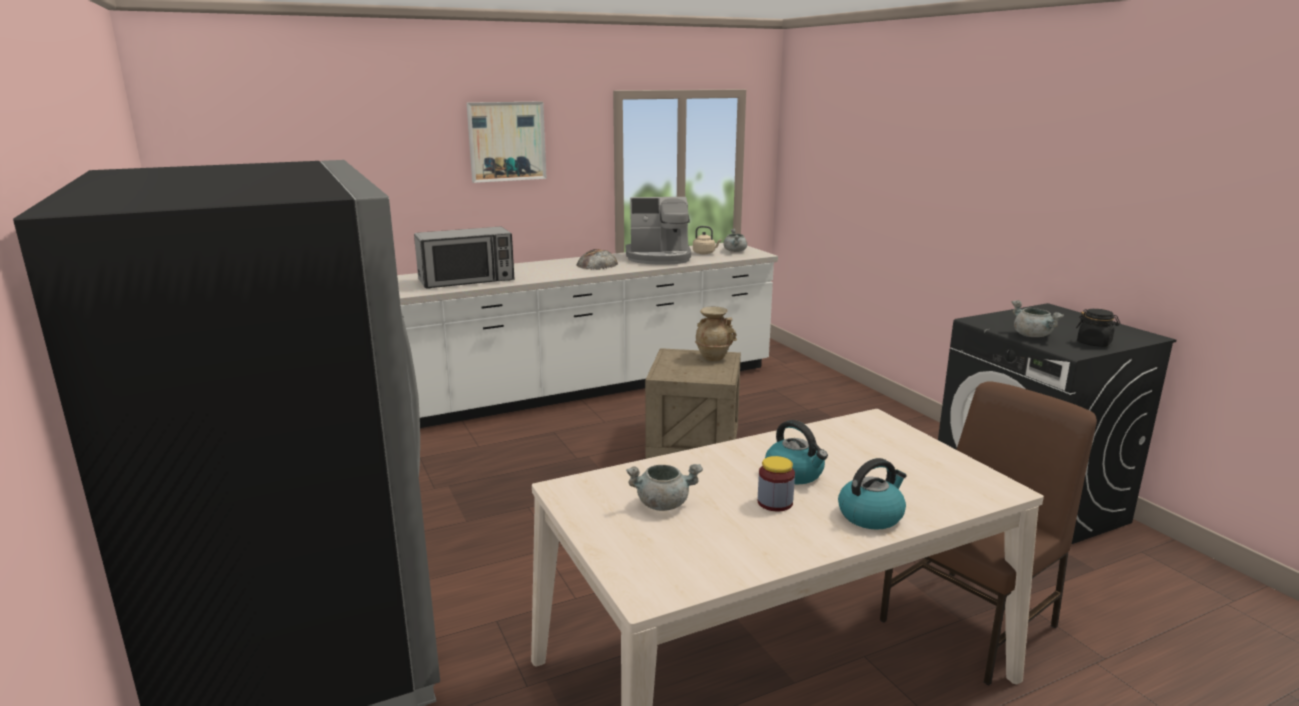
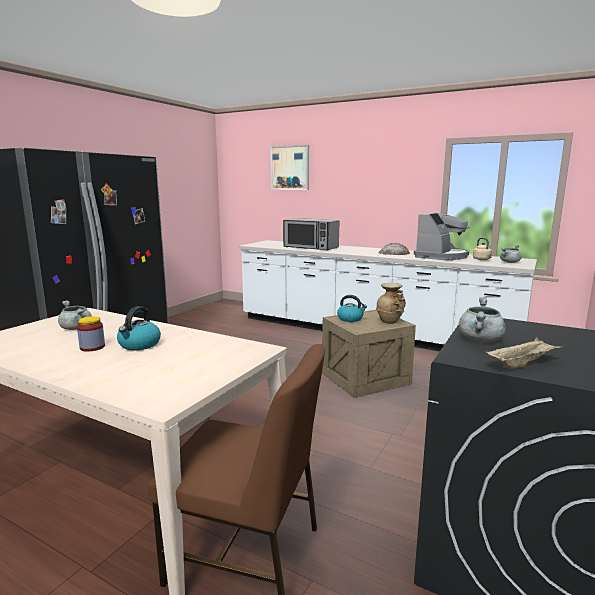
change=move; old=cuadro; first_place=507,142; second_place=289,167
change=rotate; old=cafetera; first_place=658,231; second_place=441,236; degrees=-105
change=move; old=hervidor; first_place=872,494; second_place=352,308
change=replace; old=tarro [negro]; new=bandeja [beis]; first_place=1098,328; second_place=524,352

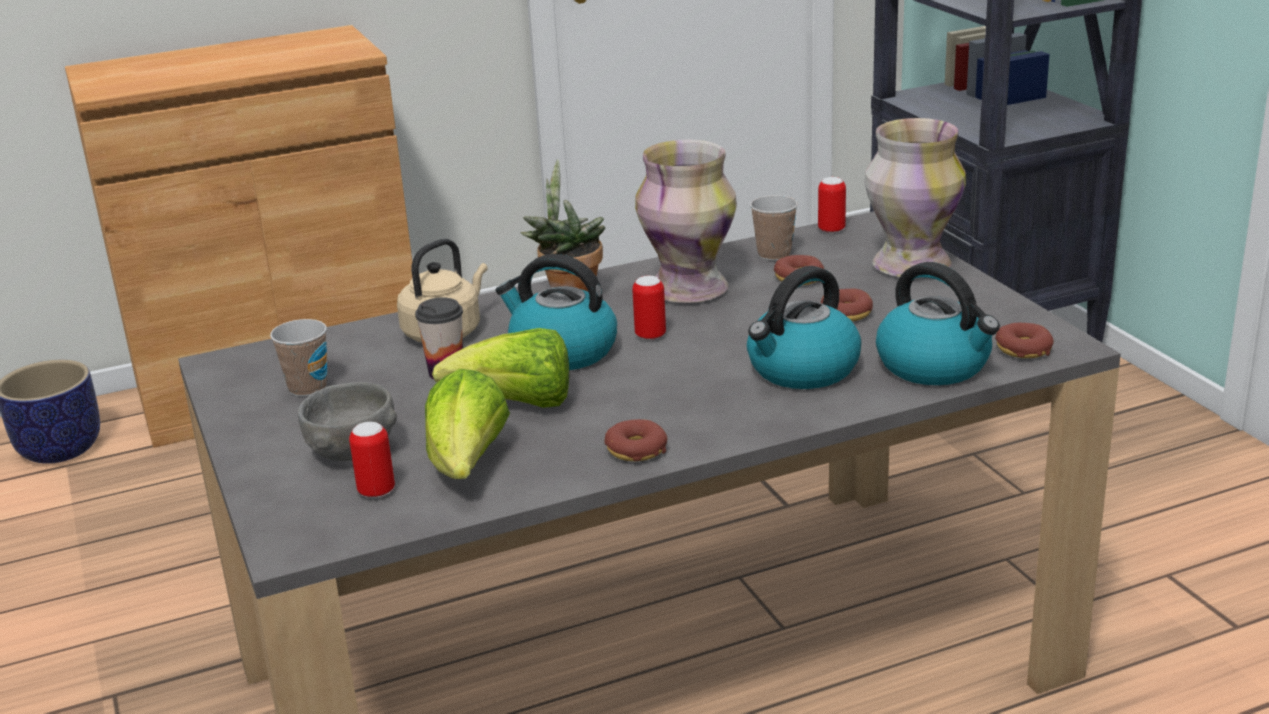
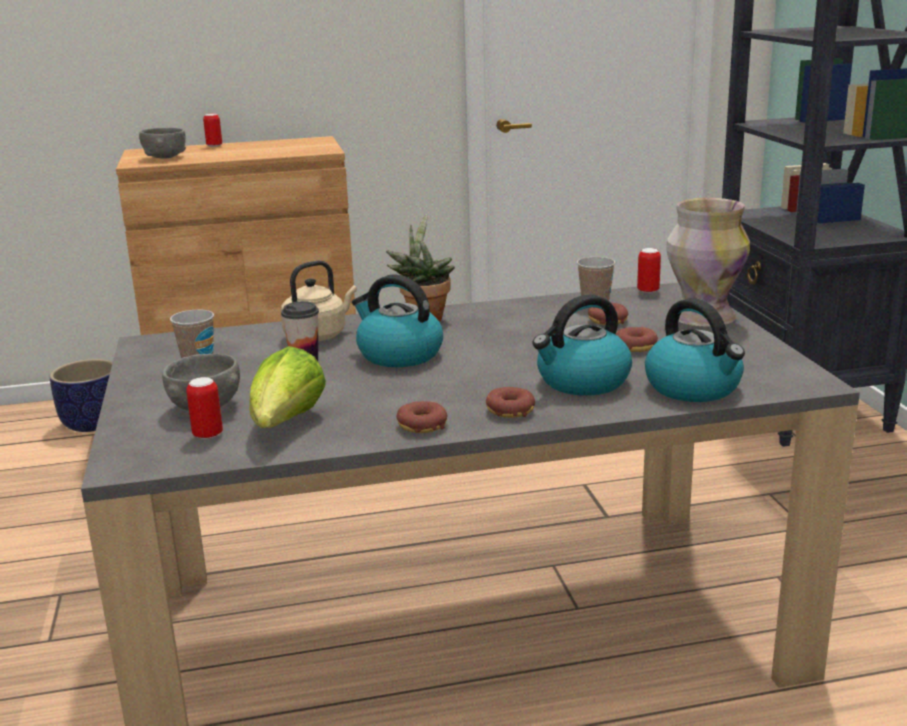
change=delete; old=lechuga; first_place=500,368
change=move; old=lata; first_place=649,308; second_place=212,130
change=delete; old=florero; first_place=686,221
change=move; old=rosquilla; first_place=1024,340; second_place=510,402
change=insert; new=cuenco [gris]; second_place=162,143

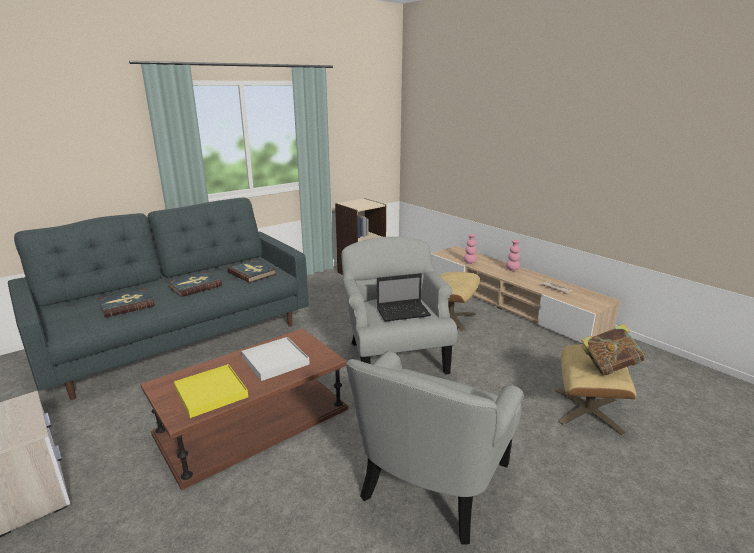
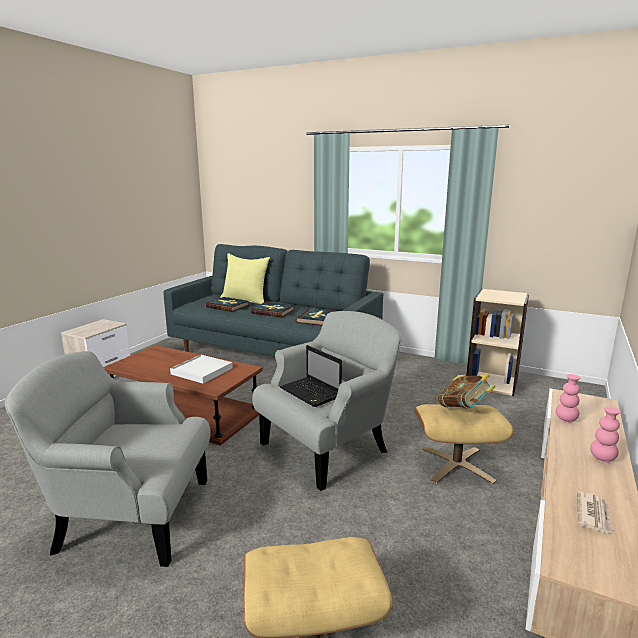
change=delete; old=bandeja [amarillo]; first_place=211,391
change=move; old=libro; first_place=613,349; second_place=466,391
change=insert; new=cojín [amarillo]; second_place=245,278

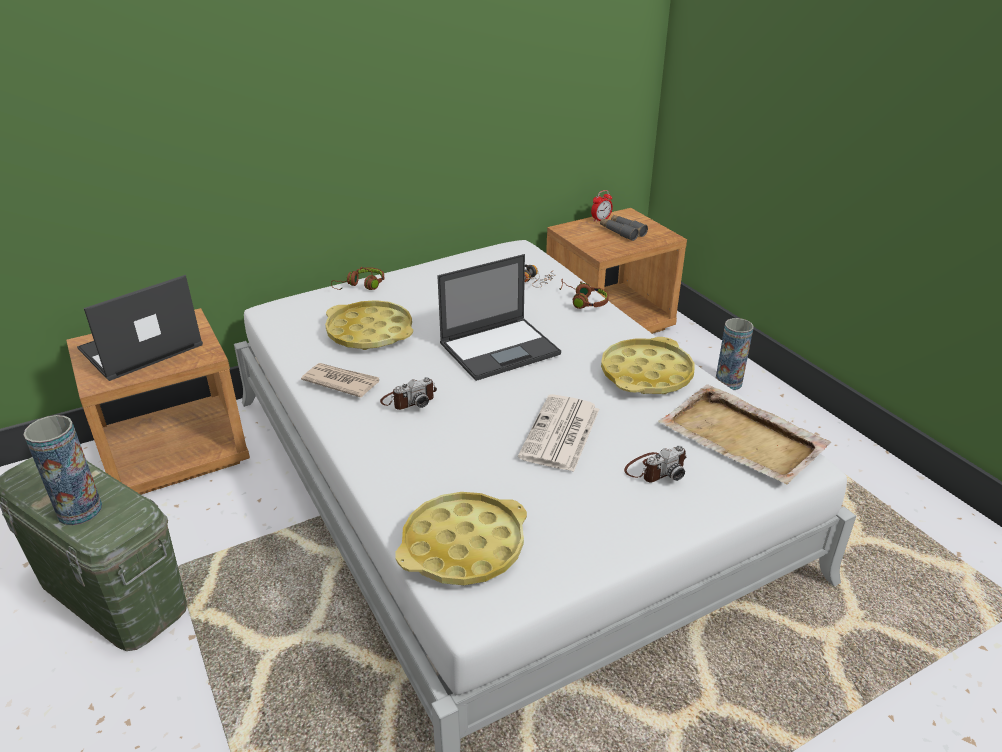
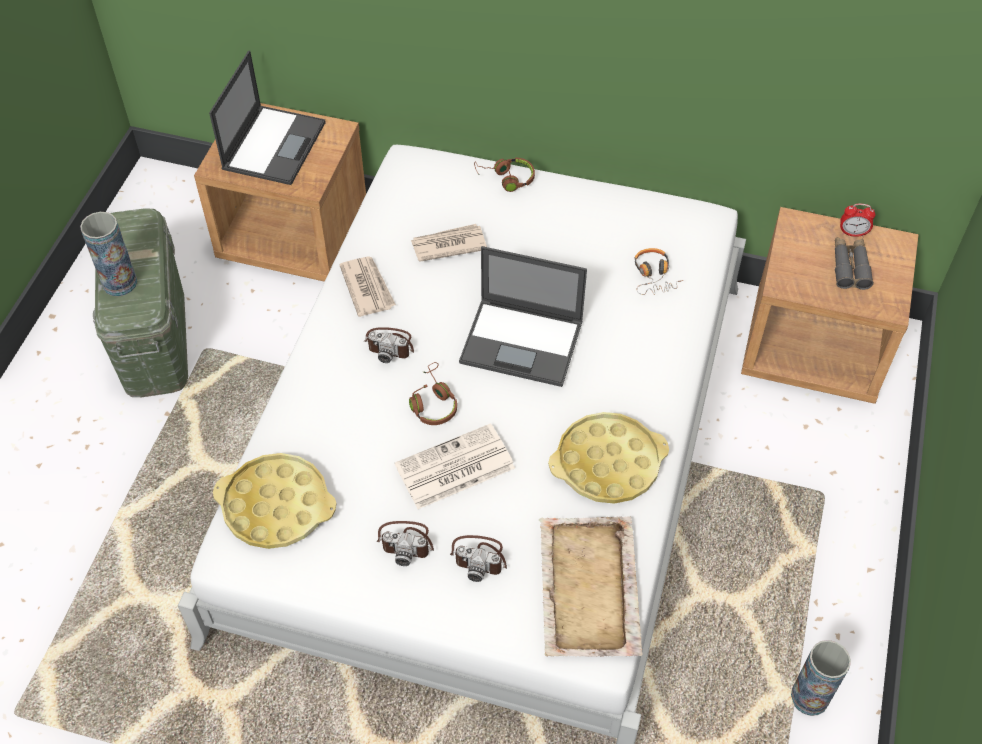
change=rotate; old=portátil; first_place=140,328; second_place=267,117; degrees=105
change=replace; old=bandeja [amarillo]; new=periódico; first_place=369,325; second_place=449,243
change=move; old=auriculares [marrón]; first_place=584,294; second_place=433,393
change=move; old=florero; first_place=735,354; second_place=821,678
change=insert; new=cámara; second_place=405,543

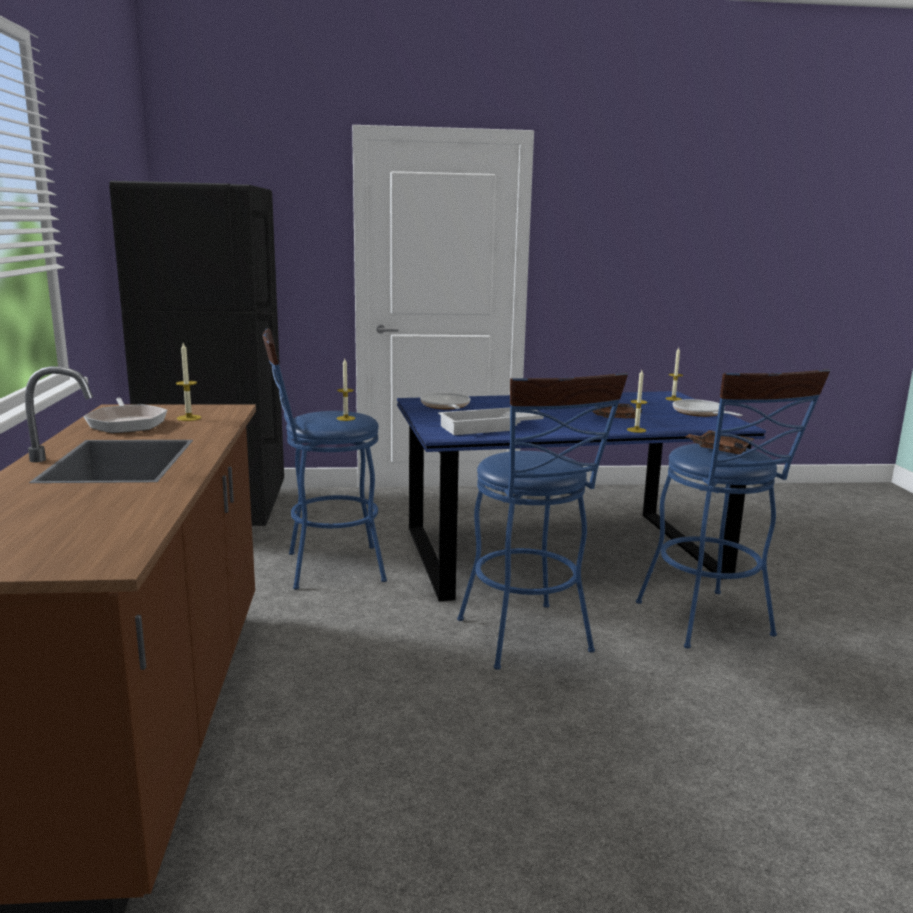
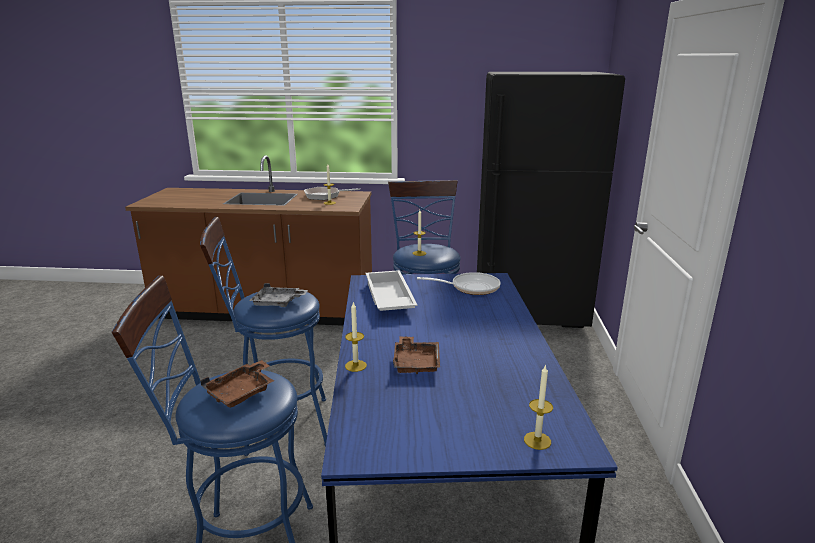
change=delete; old=sartén; first_place=707,408
change=insert; new=bandeja [gris]; second_place=278,295

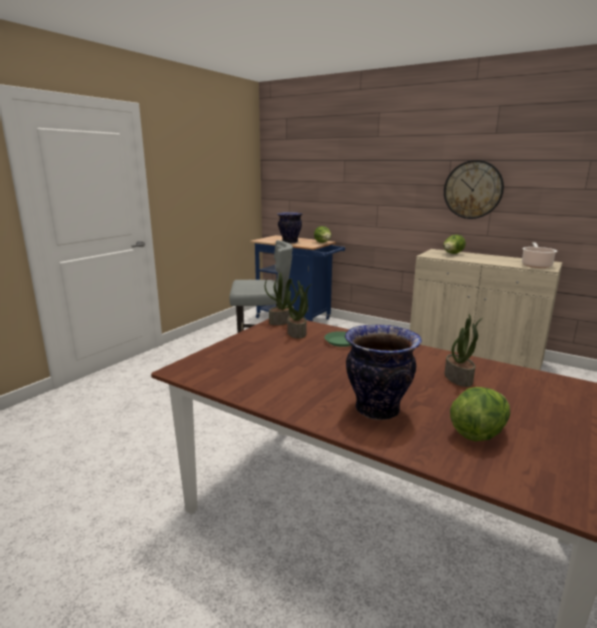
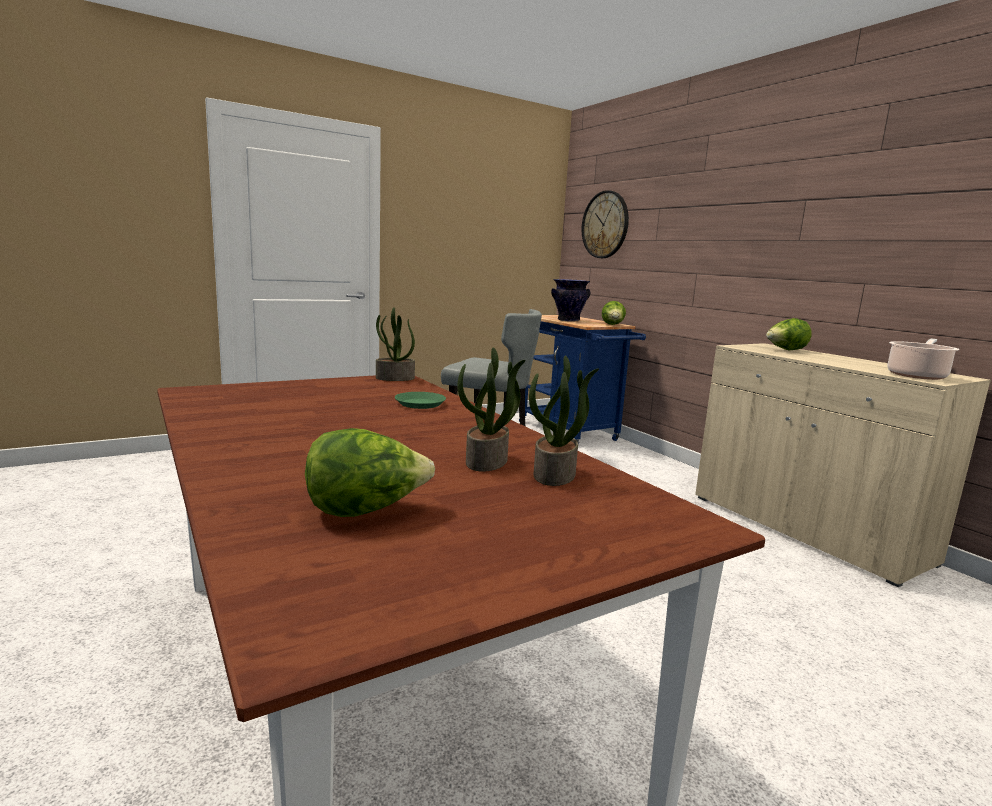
change=move; old=planta en maceta; first_place=299,310; second_place=564,421
change=delete; old=florero; first_place=383,372
change=move; old=reloj de pared; first_place=474,189; second_place=605,224

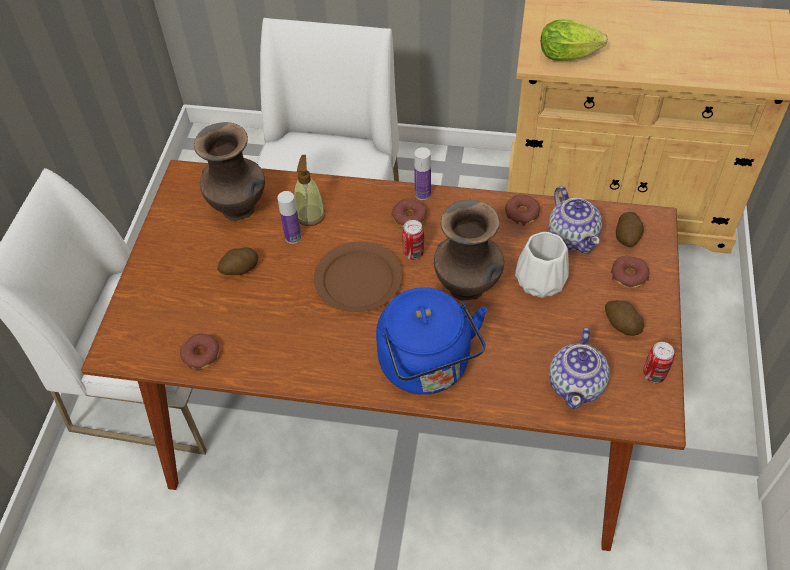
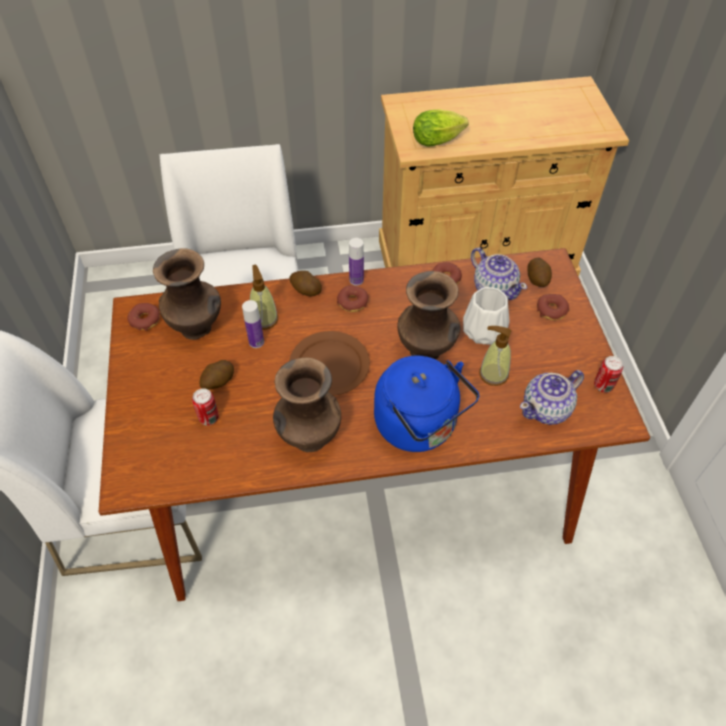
change=move; old=rosquilla; first_place=199,352; second_place=143,317
change=move; old=lata; first_place=413,240; second_place=205,407
change=rotate; old=tetera; first_place=579,368; second_place=552,397; degrees=60
change=move; old=patata; first_place=624,318; second_place=305,283
change=insert; new=florero [marrón]; second_place=307,404
change=insert; new=dispensador de jabón; second_place=495,356

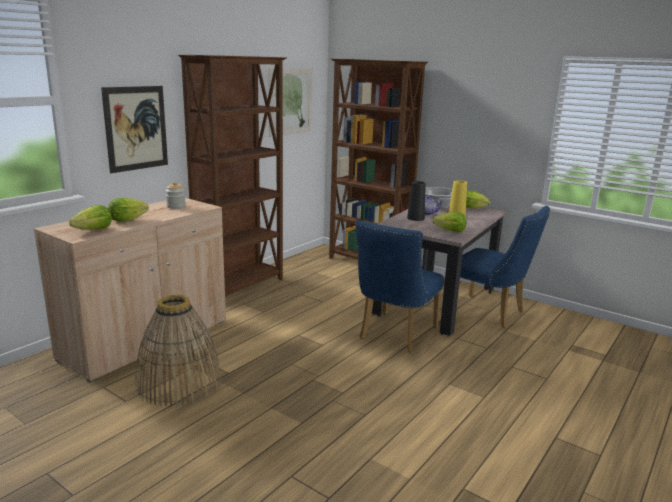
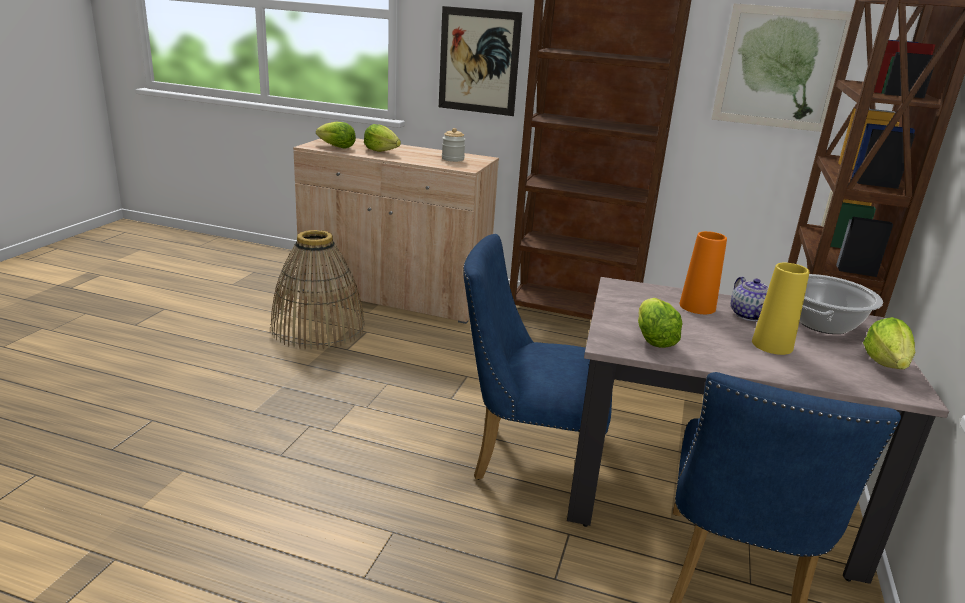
change=recolor; old=florero [negro]; new=florero [naranja]; first_place=416,201; second_place=703,272

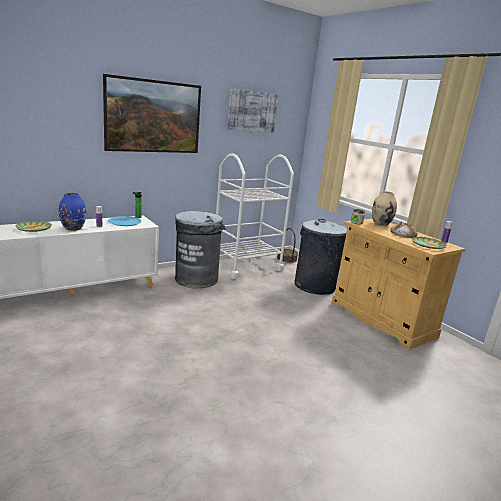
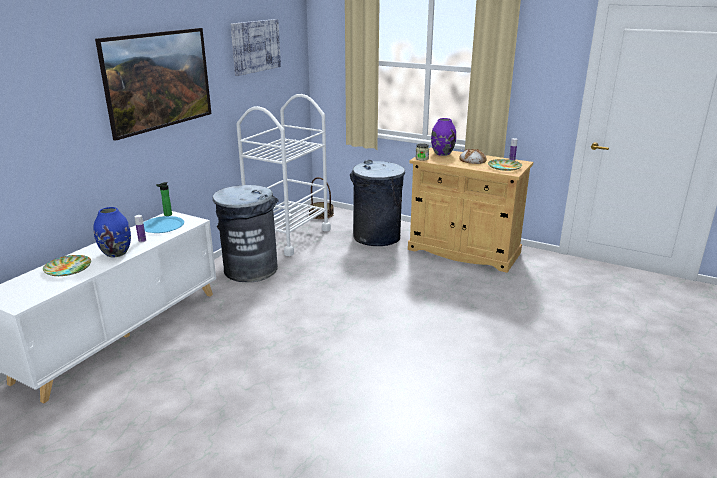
change=recolor; old=florero [beis]; new=florero [morado]; first_place=384,208; second_place=443,137

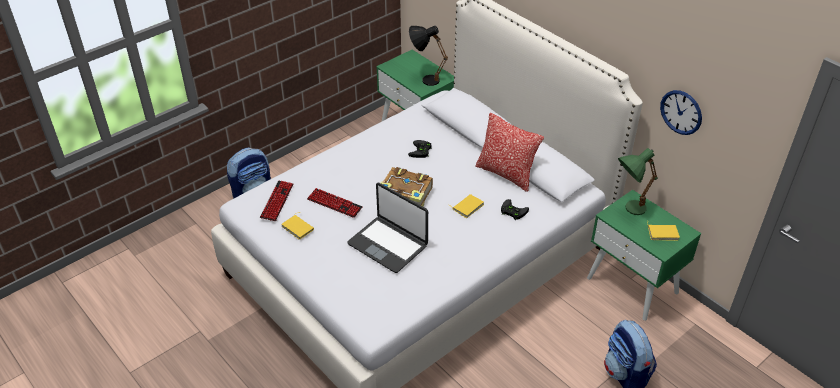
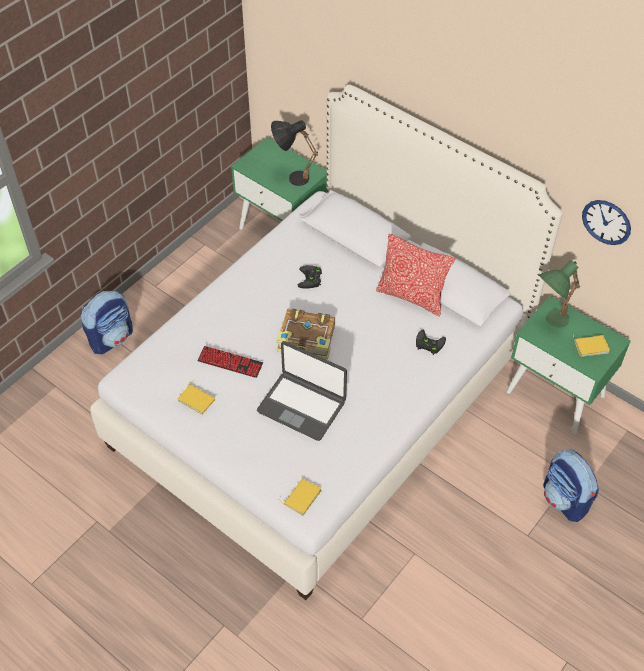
change=delete; old=teclado; first_place=277,201
change=move; old=libro [amarillo]; first_place=468,206; second_place=299,497

